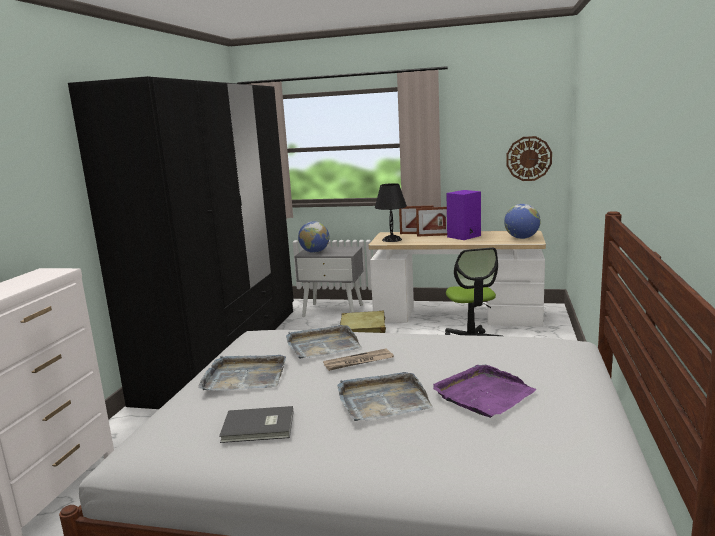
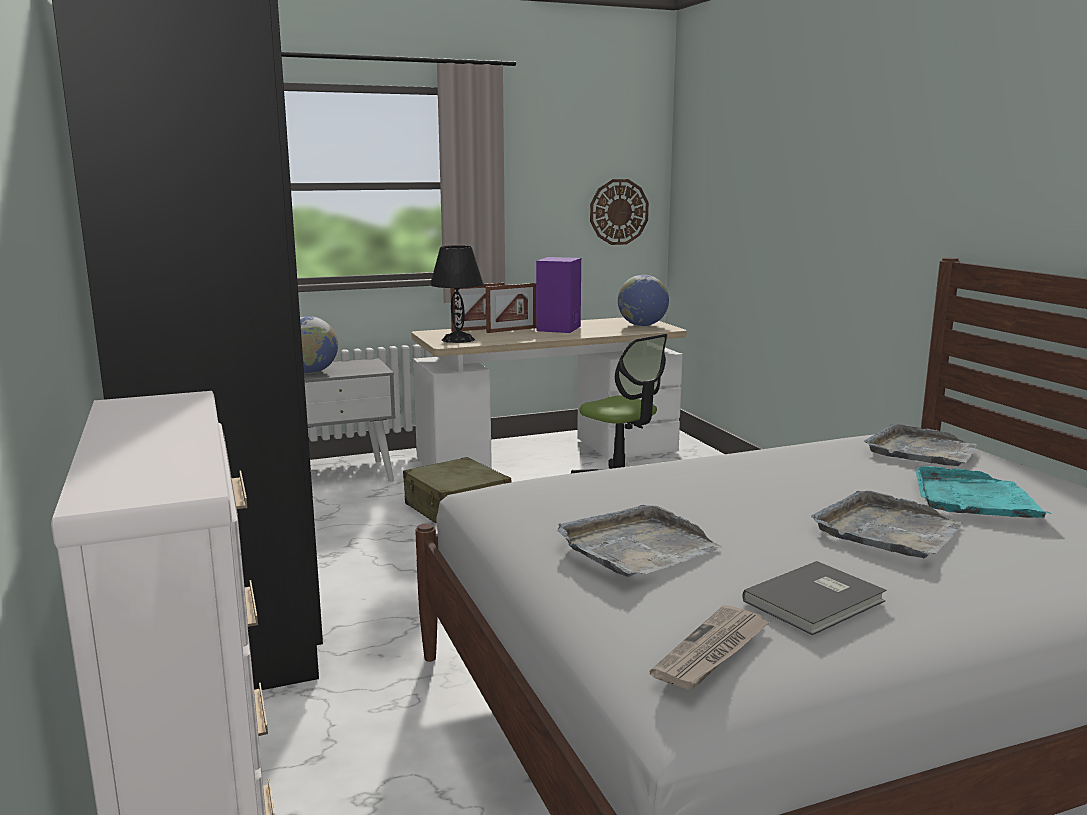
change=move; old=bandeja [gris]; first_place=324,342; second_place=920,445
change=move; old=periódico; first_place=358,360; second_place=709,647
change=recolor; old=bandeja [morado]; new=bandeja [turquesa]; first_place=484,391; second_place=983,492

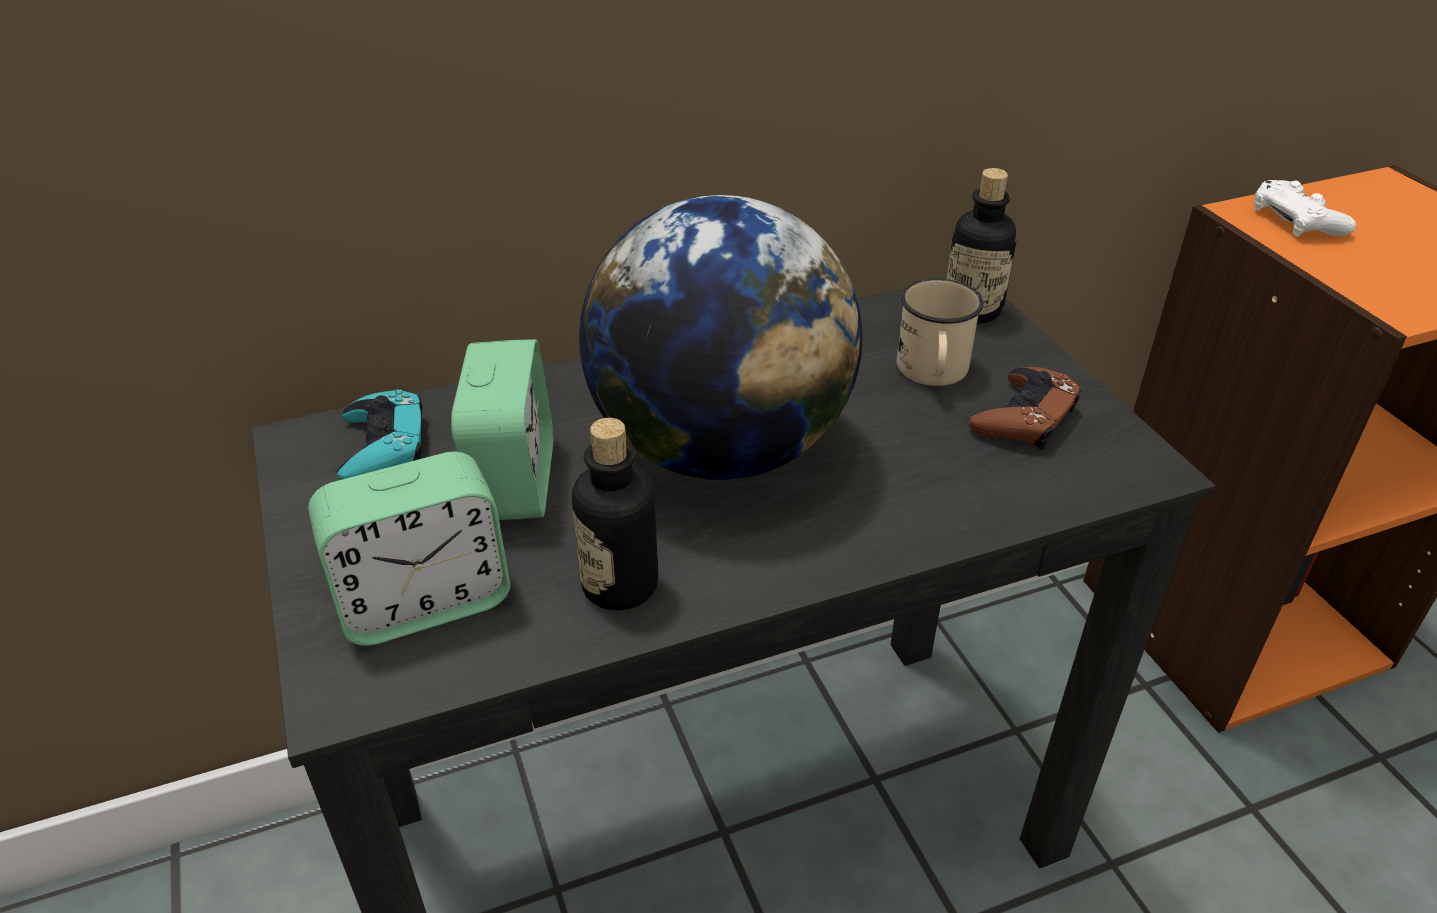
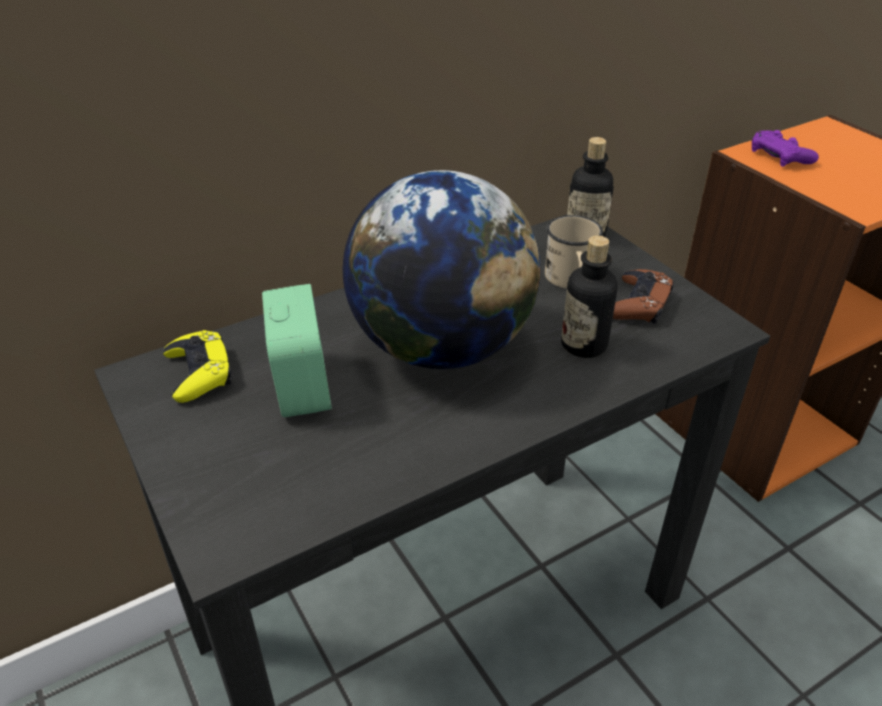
change=delete; old=despertador; first_place=409,548
change=recolor; old=mando de consola [turquesa]; new=mando de consola [amarillo]; first_place=379,434; second_place=197,366
change=move; old=botella; first_place=615,514; second_place=589,296
change=recolor; old=mando de consola [blanco]; new=mando de consola [morado]; first_place=1305,208; second_place=785,148

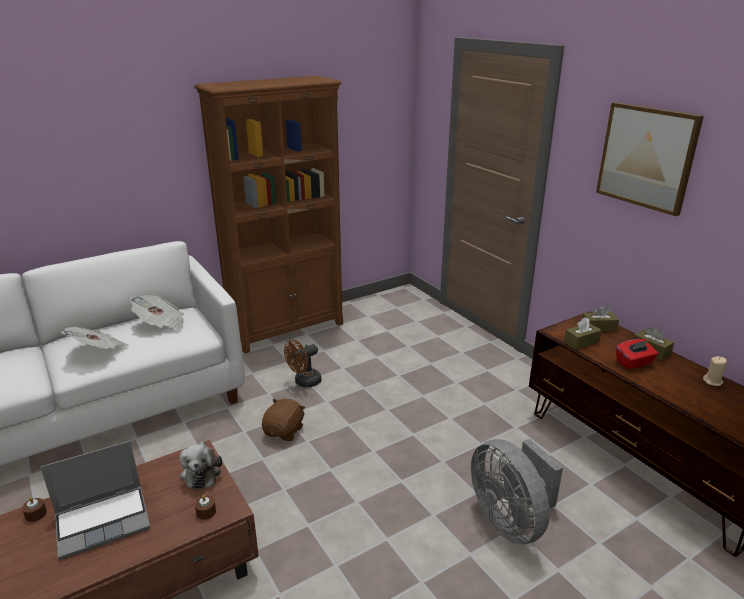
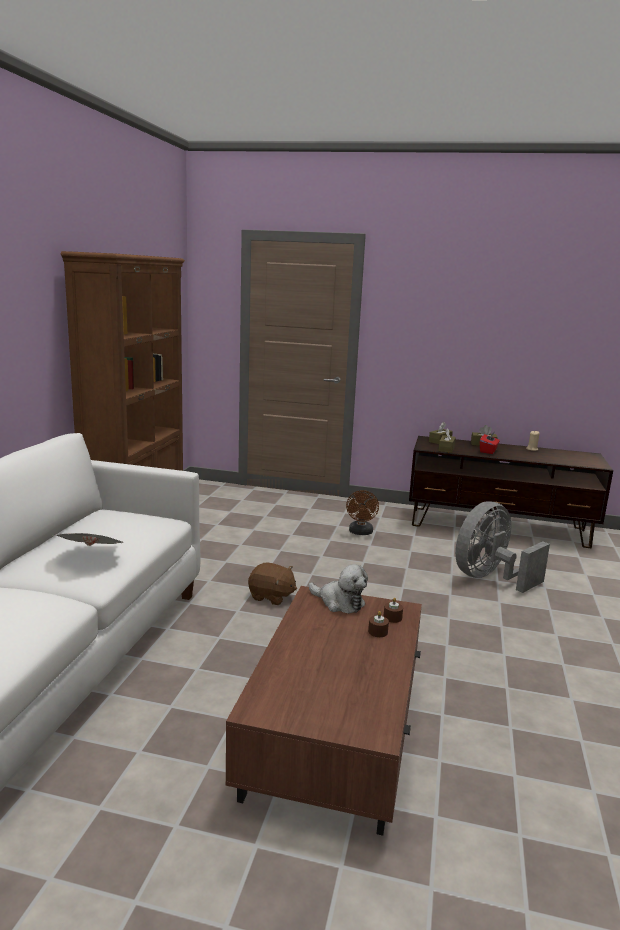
change=move; old=vela [marrón]; first_place=34,509; second_place=378,624
change=delete; old=portátil; first_place=95,500
change=delete; old=periódico; first_place=157,312
change=rotate; old=peluche [marrón]; first_place=283,419; second_place=272,584; degrees=135
change=move; old=ventilador [marrón]; first_place=303,363; second_place=362,512
change=rotate; old=ventilador [gris]; first_place=517,492; second_place=502,547; degrees=120
change=delete; old=cuadro; first_place=650,159

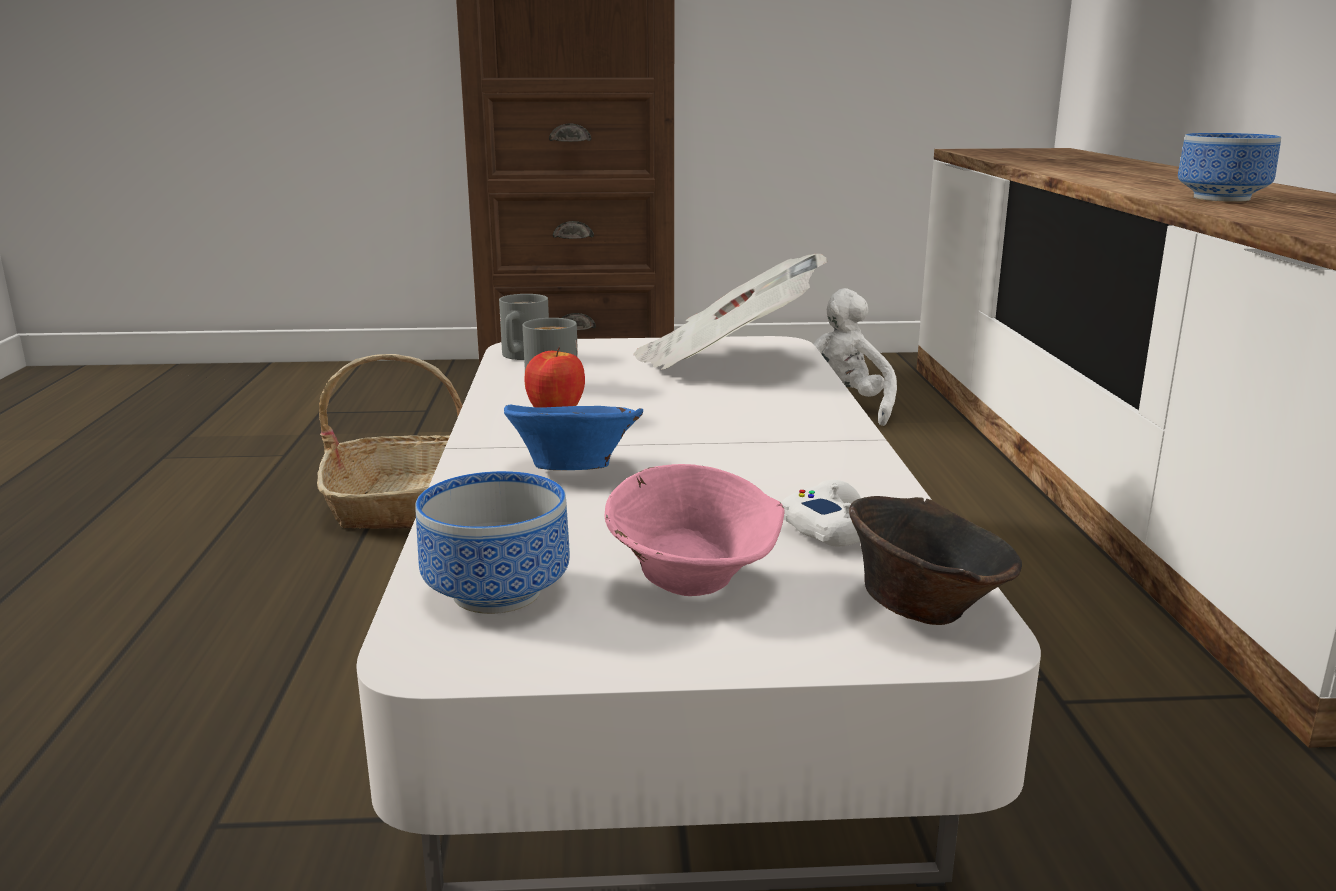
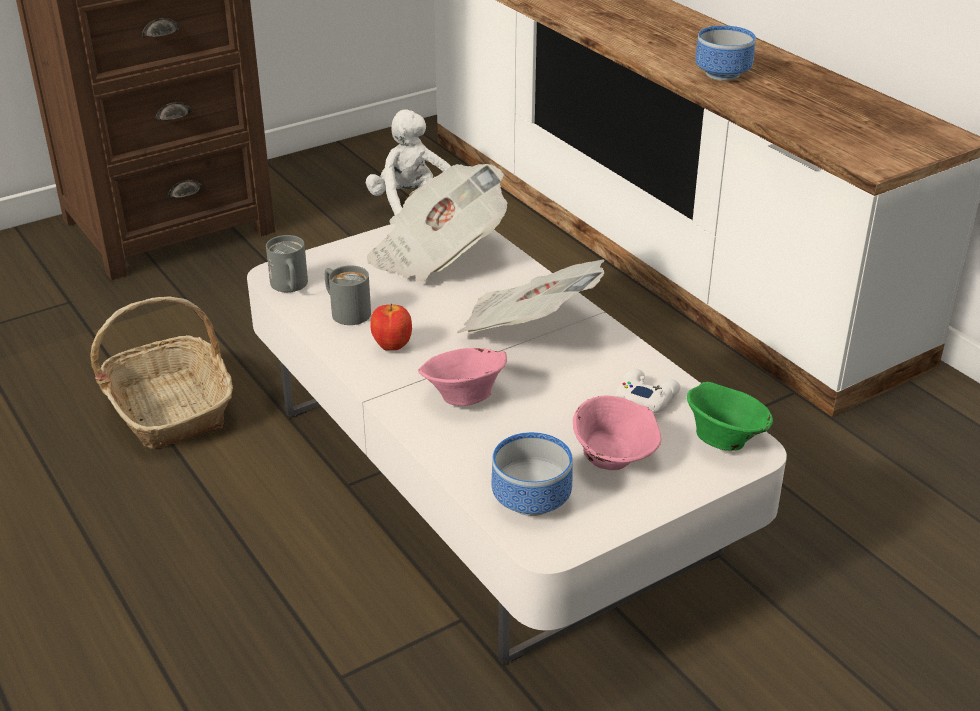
change=recolor; old=cuenco [azul]; new=cuenco [rosa]; first_place=573,437; second_place=462,377
change=recolor; old=cuenco [marrón]; new=cuenco [verde]; first_place=935,560; second_place=730,416
change=insert; new=periódico; second_place=531,296

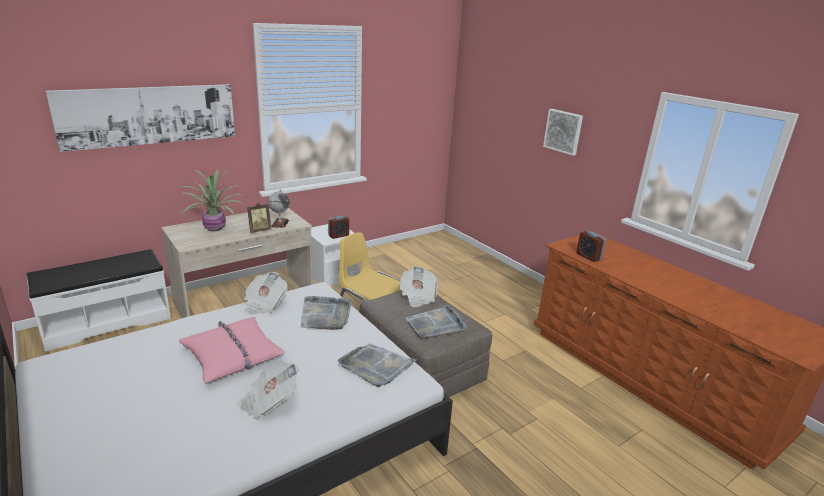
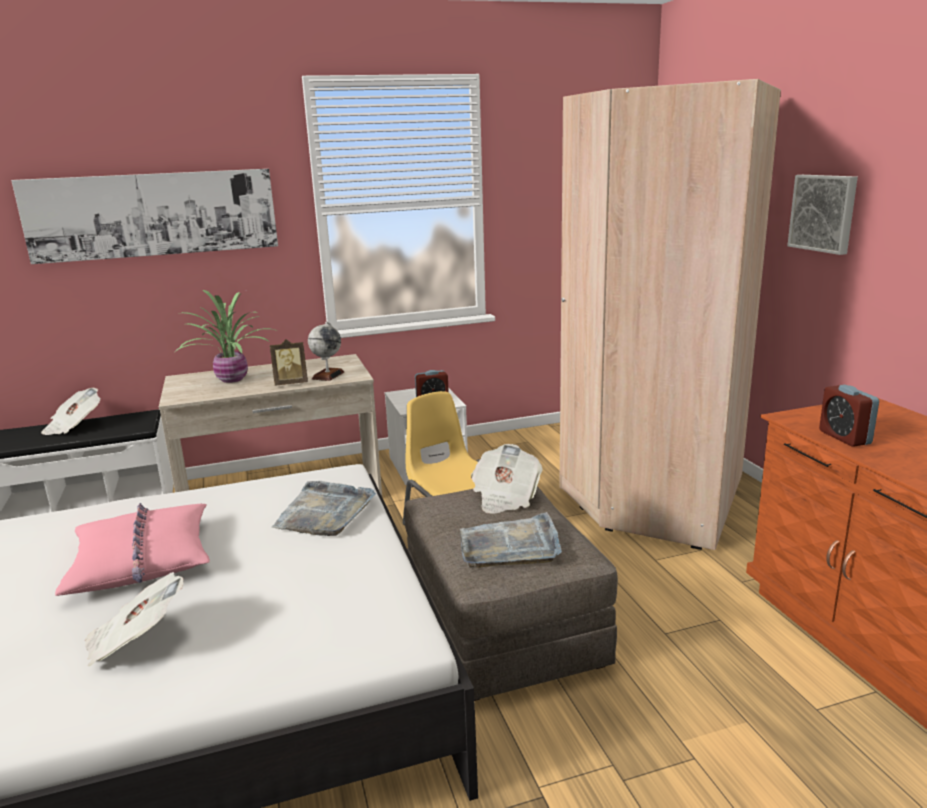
change=move; old=periódico; first_place=266,293; second_place=70,411
change=delete; old=bandeja [gris]; first_place=377,365
change=insert; new=armario ropero [beis]; second_place=670,314

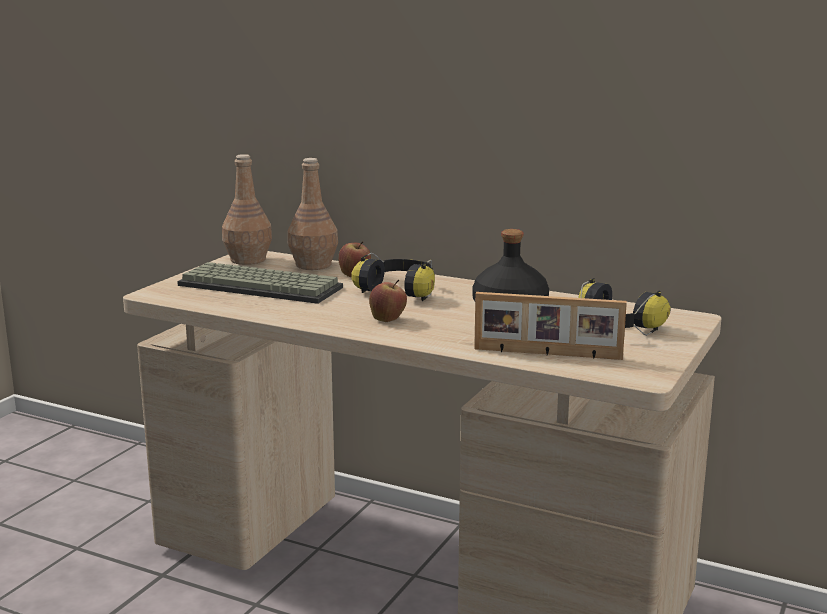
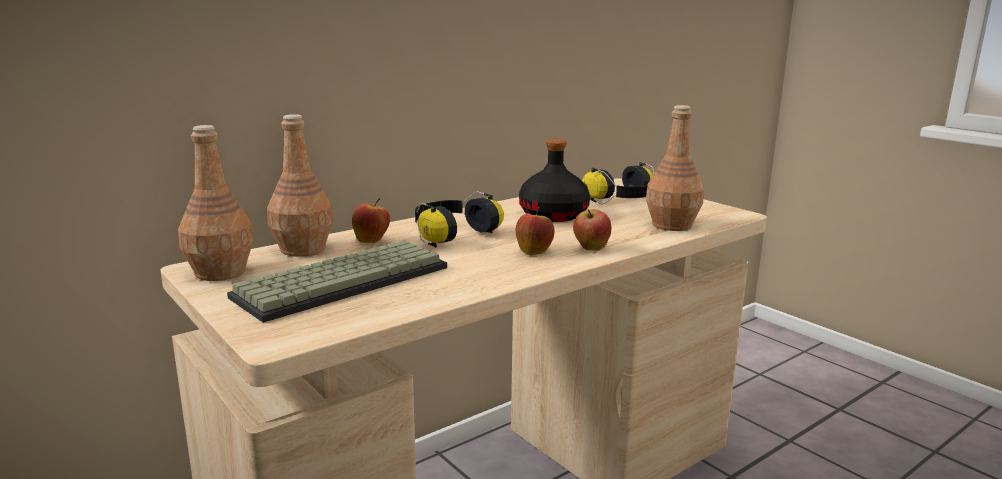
change=replace; old=portarretratos; new=botella [marrón]; first_place=550,326; second_place=675,168
change=insert; new=manzana; second_place=592,230

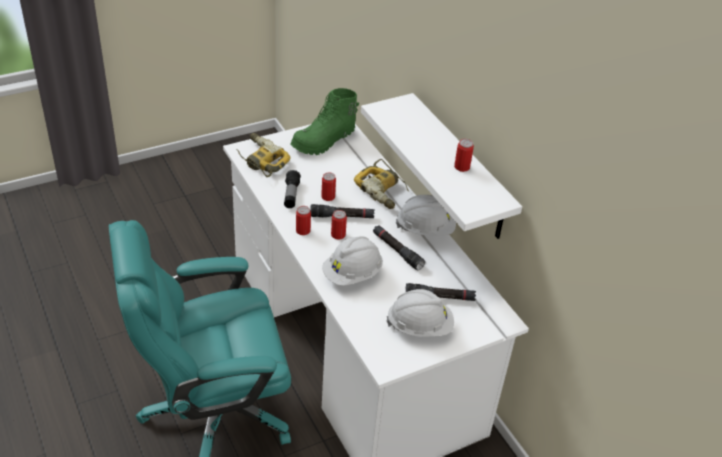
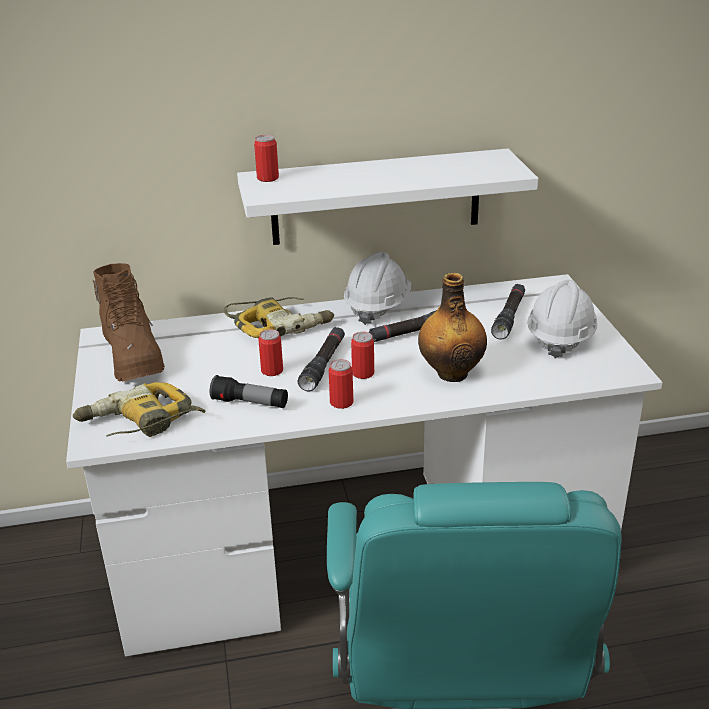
change=recolor; old=bota [verde]; new=bota [marrón]; first_place=324,121; second_place=128,322
change=replace; old=casco [blanco]; new=botella; first_place=352,261; second_place=452,327
change=move; old=lata; first_place=464,155; second_place=266,158

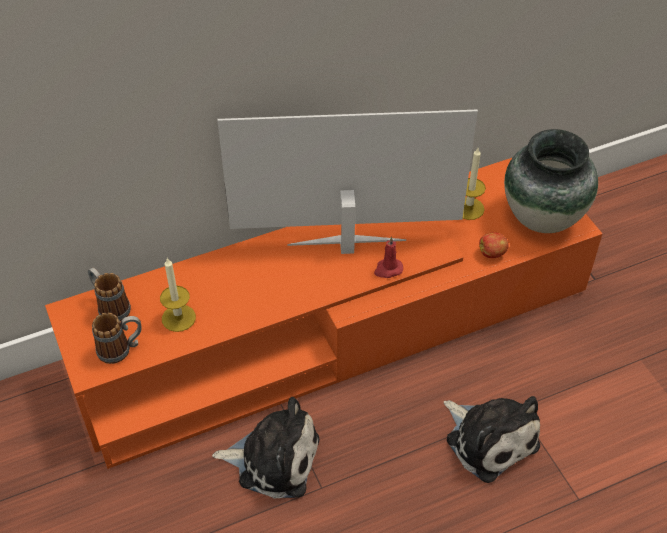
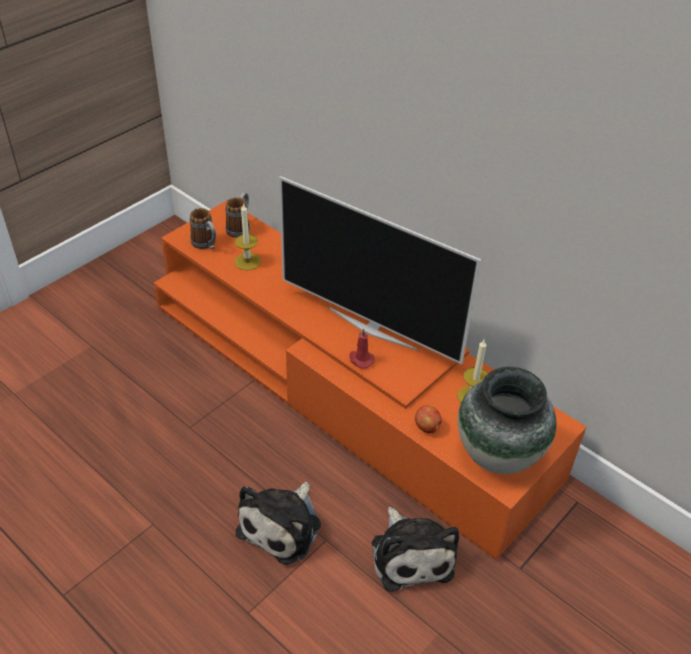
change=move; old=peluche; first_place=266,447; second_place=415,549
change=rotate; old=televisor; first_place=347,182; second_place=380,270; degrees=150

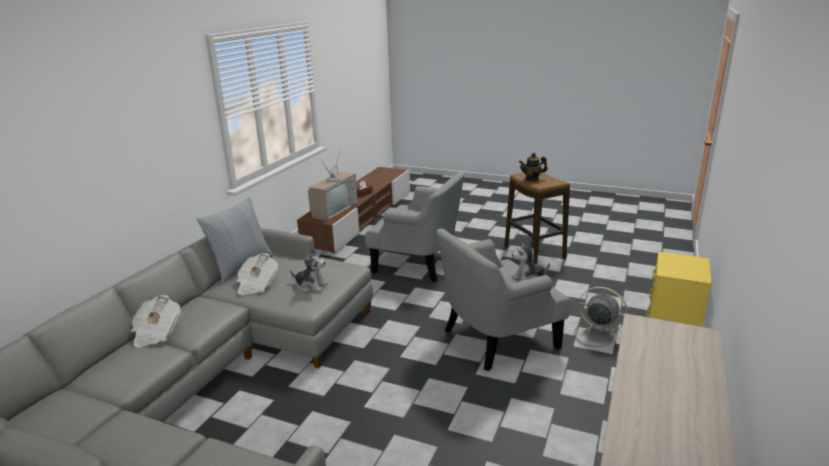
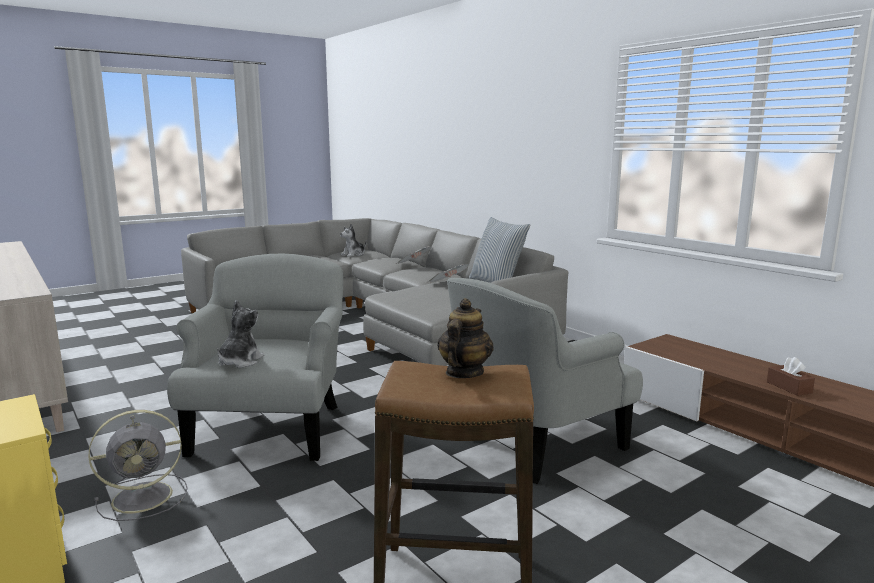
change=move; old=peluche; first_place=309,270; second_place=353,240
change=delete; old=televisor; first_place=333,185

